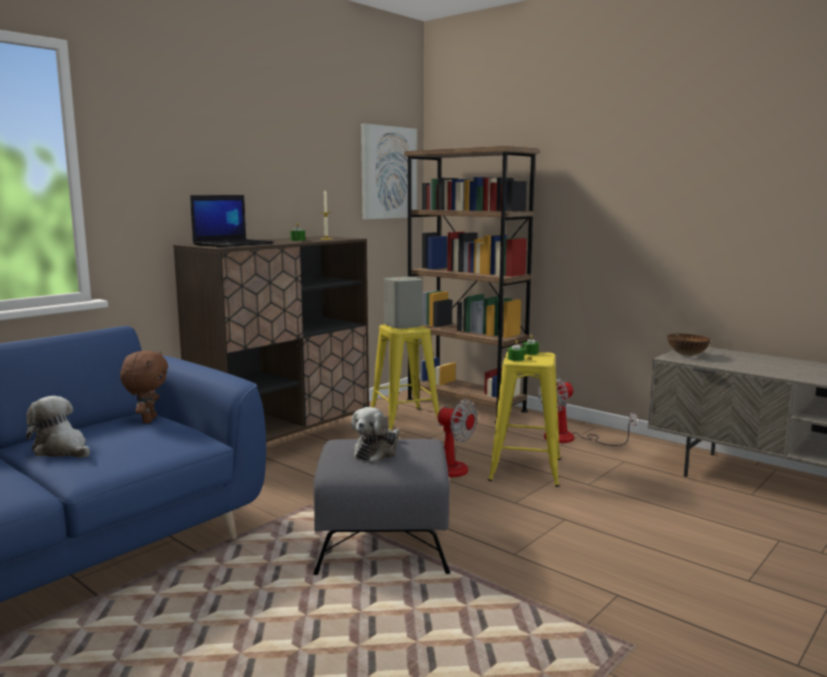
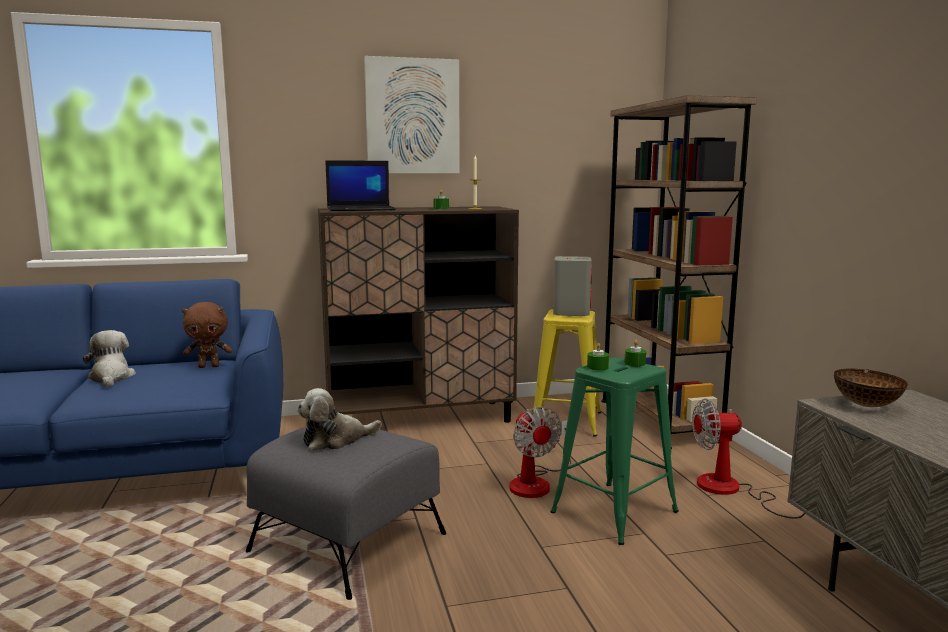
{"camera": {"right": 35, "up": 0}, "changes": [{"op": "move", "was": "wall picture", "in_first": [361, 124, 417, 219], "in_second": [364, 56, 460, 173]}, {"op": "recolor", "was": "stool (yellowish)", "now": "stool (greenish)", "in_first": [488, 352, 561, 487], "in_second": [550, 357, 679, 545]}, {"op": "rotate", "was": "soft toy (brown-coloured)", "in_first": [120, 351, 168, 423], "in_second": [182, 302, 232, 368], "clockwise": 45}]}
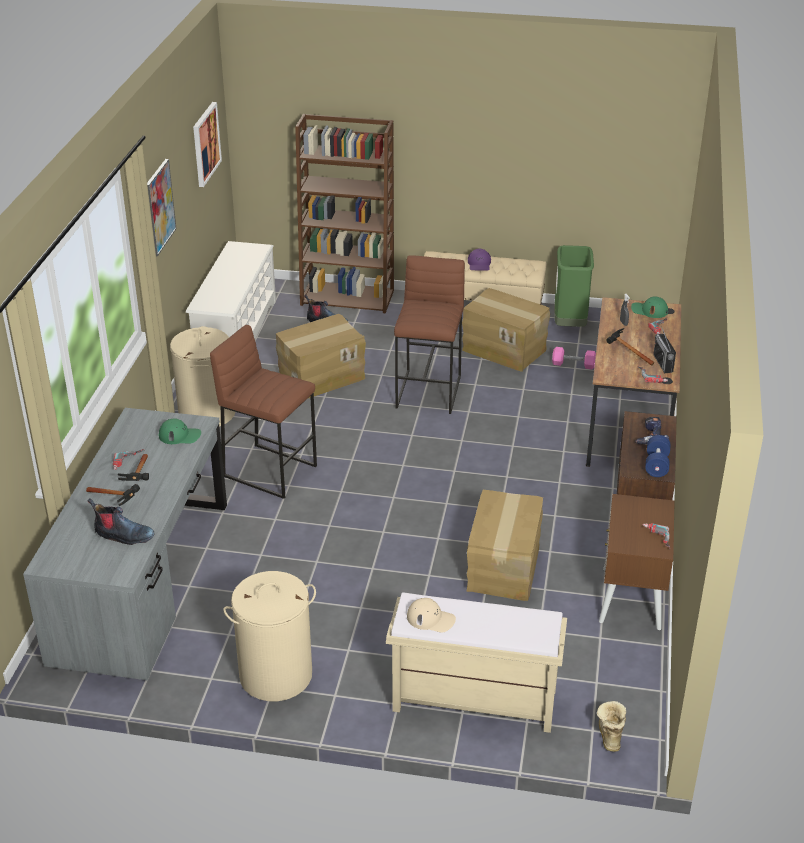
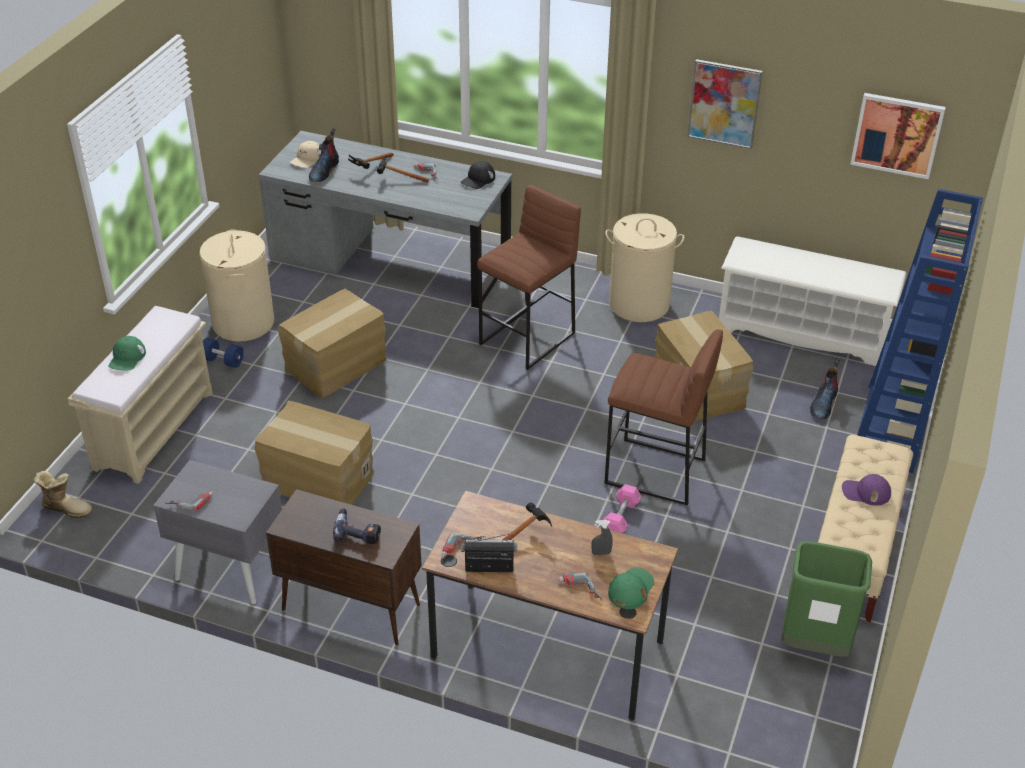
{"camera": {"right": 100, "up": 5}, "changes": [{"op": "insert", "now": "peaked cap (black)", "in_second": [461, 161, 495, 189]}, {"op": "move", "was": "peaked cap (greenish)", "in_first": [159, 418, 201, 444], "in_second": [108, 336, 146, 370]}, {"op": "move", "was": "peaked cap (beige)", "in_first": [407, 598, 456, 633], "in_second": [290, 141, 321, 168]}, {"op": "move", "was": "carton", "in_first": [462, 288, 550, 372], "in_second": [278, 289, 387, 398]}, {"op": "move", "was": "free weight (pink)", "in_first": [552, 347, 596, 370], "in_second": [604, 484, 642, 533]}, {"op": "move", "was": "free weight (blue-coloured)", "in_first": [645, 435, 671, 477], "in_second": [203, 338, 244, 368]}, {"op": "recolor", "was": "shelving unit (brown-coloured)", "now": "shelving unit (blue-coloured)", "in_first": [295, 114, 394, 313], "in_second": [857, 189, 983, 473]}, {"op": "recolor", "was": "nightstand (brown-coloured)", "now": "nightstand (grey)", "in_first": [599, 494, 675, 630], "in_second": [153, 460, 282, 604]}]}
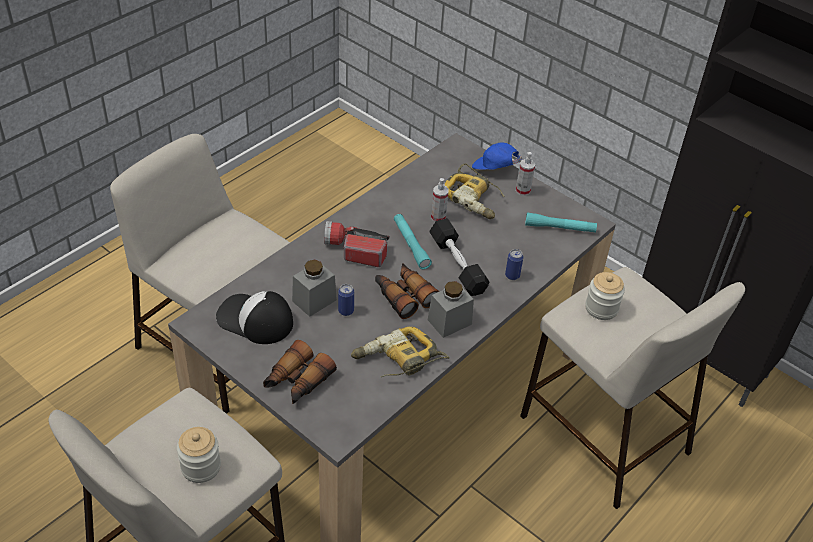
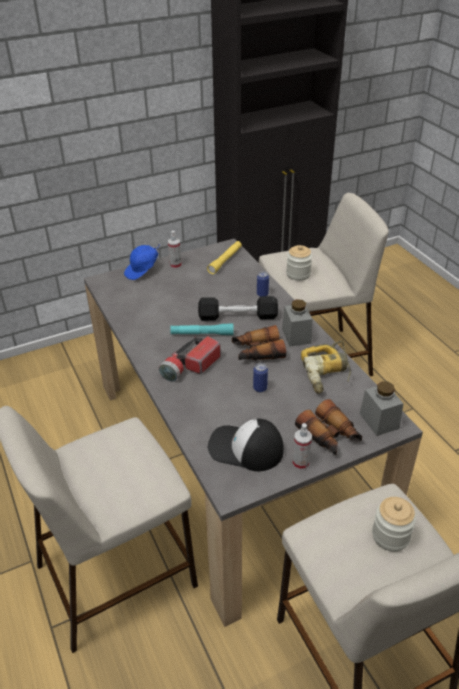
{"camera": {"right": -65, "up": -5}, "changes": [{"op": "delete", "was": "electric drill", "in_first": [445, 164, 504, 219]}, {"op": "move", "was": "jar (grey)", "in_first": [292, 260, 337, 317], "in_second": [360, 382, 404, 436]}, {"op": "move", "was": "sprayer", "in_first": [431, 178, 449, 222], "in_second": [292, 423, 312, 470]}, {"op": "recolor", "was": "torch (turquoise-coloured)", "now": "torch (yellowish)", "in_first": [525, 212, 597, 233], "in_second": [207, 241, 242, 274]}, {"op": "rotate", "was": "peaked cap", "in_first": [216, 291, 293, 344], "in_second": [208, 419, 284, 471], "clockwise": 60}]}
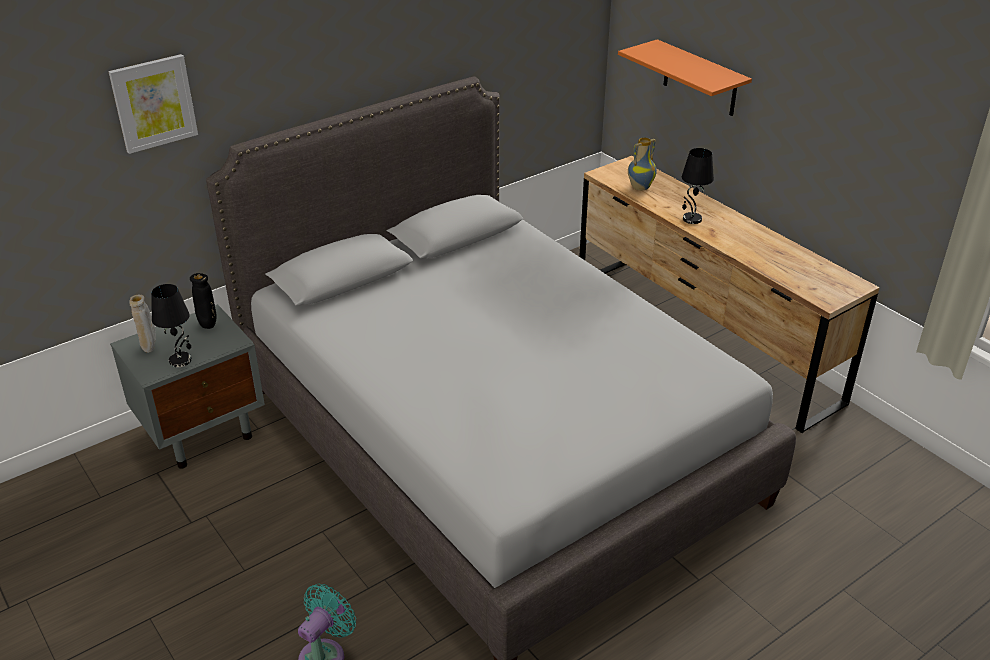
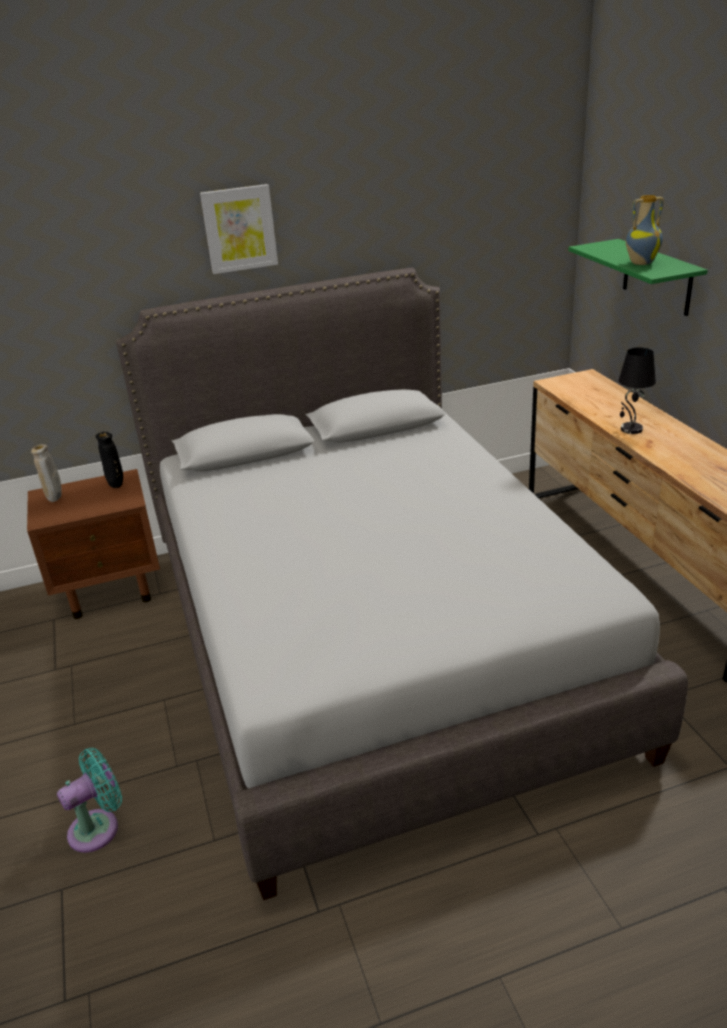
{"camera": {"right": 20, "up": -5}, "changes": [{"op": "delete", "was": "tabletop lamp (black)", "in_first": [151, 284, 191, 367]}, {"op": "move", "was": "wall picture", "in_first": [108, 54, 198, 154], "in_second": [200, 184, 278, 274]}, {"op": "move", "was": "decorative vase", "in_first": [628, 138, 657, 191], "in_second": [626, 195, 664, 265]}, {"op": "recolor", "was": "nightstand (grey)", "now": "nightstand (brown-coloured)", "in_first": [110, 304, 265, 469], "in_second": [27, 469, 160, 619]}, {"op": "recolor", "was": "shelf (orange-coloured)", "now": "shelf (greenish)", "in_first": [618, 39, 752, 116], "in_second": [568, 239, 708, 316]}]}
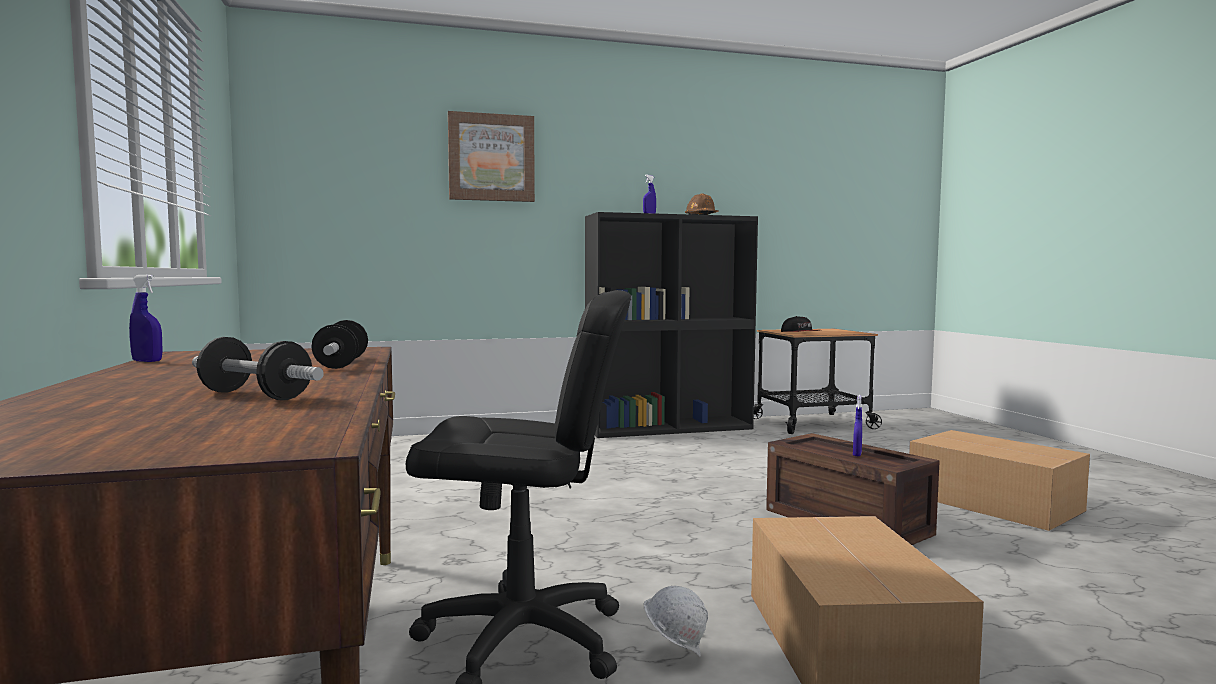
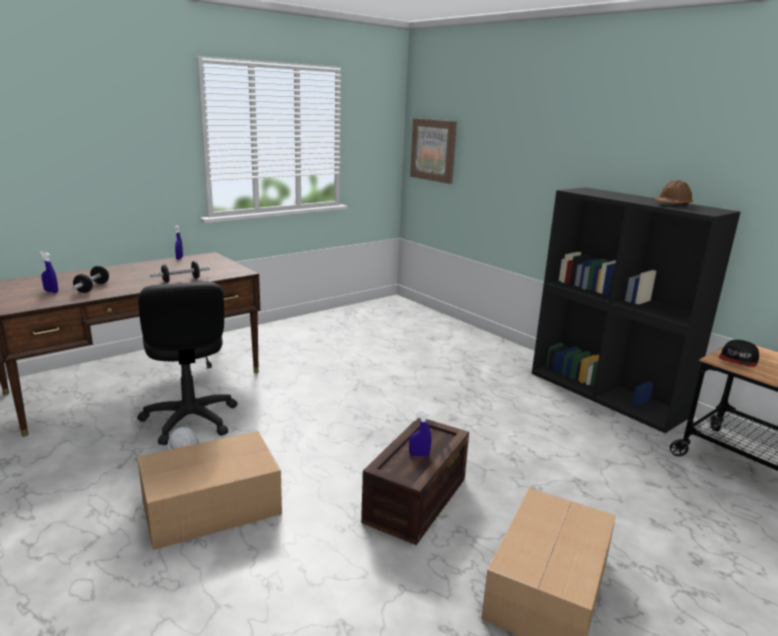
{"camera": {"right": 65, "up": 15}, "changes": [{"op": "move", "was": "wall picture", "in_first": [448, 111, 535, 202], "in_second": [410, 118, 457, 184]}, {"op": "move", "was": "sprayer (blue-coloured)", "in_first": [643, 175, 656, 214], "in_second": [39, 252, 58, 293]}]}
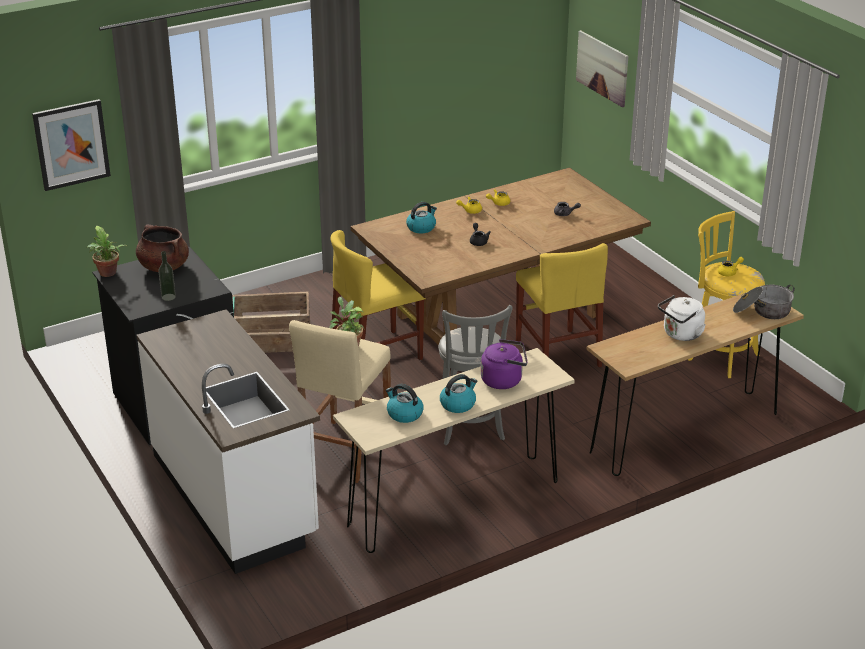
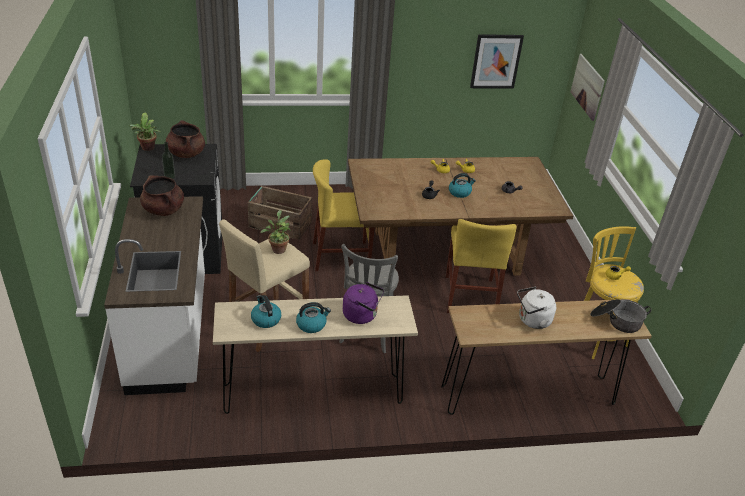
{"camera": {"right": 20, "up": 5}, "changes": [{"op": "insert", "now": "stockpot (brown-coloured)", "in_second": [140, 175, 184, 216]}, {"op": "move", "was": "wall picture", "in_first": [32, 99, 111, 191], "in_second": [470, 34, 524, 88]}, {"op": "move", "was": "water kettle", "in_first": [406, 202, 437, 233], "in_second": [449, 173, 476, 198]}]}
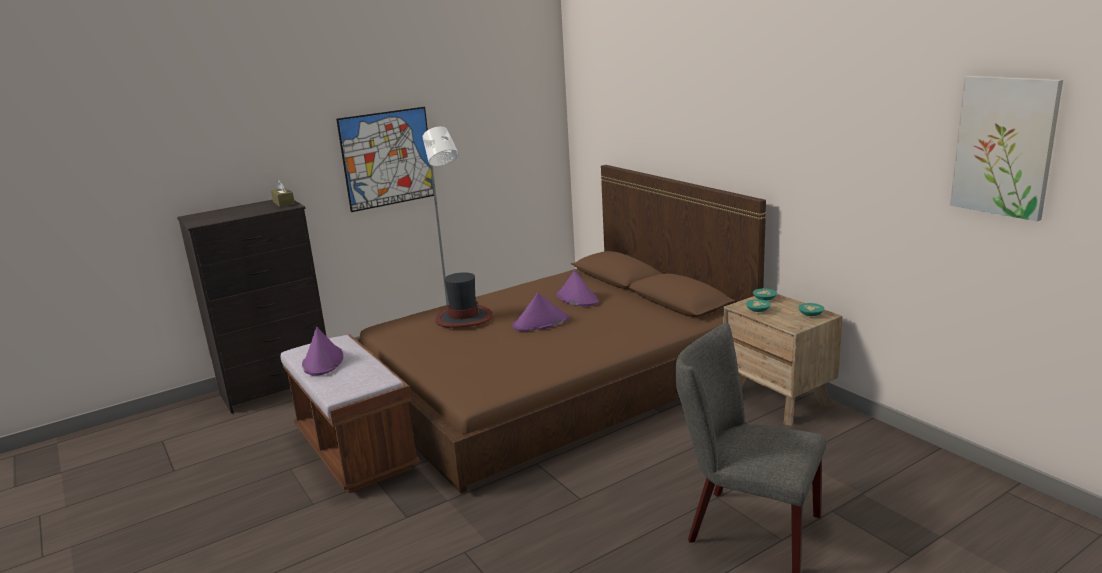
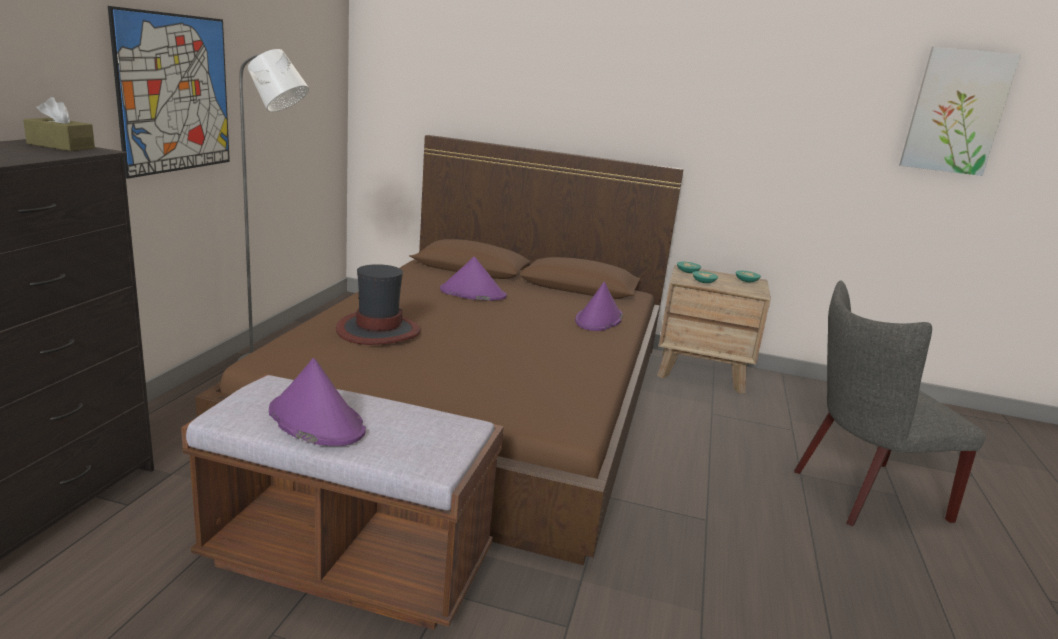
{"camera": {"right": -45, "up": 0}, "changes": [{"op": "move", "was": "hat (purplish)", "in_first": [512, 293, 569, 331], "in_second": [575, 282, 623, 331]}]}
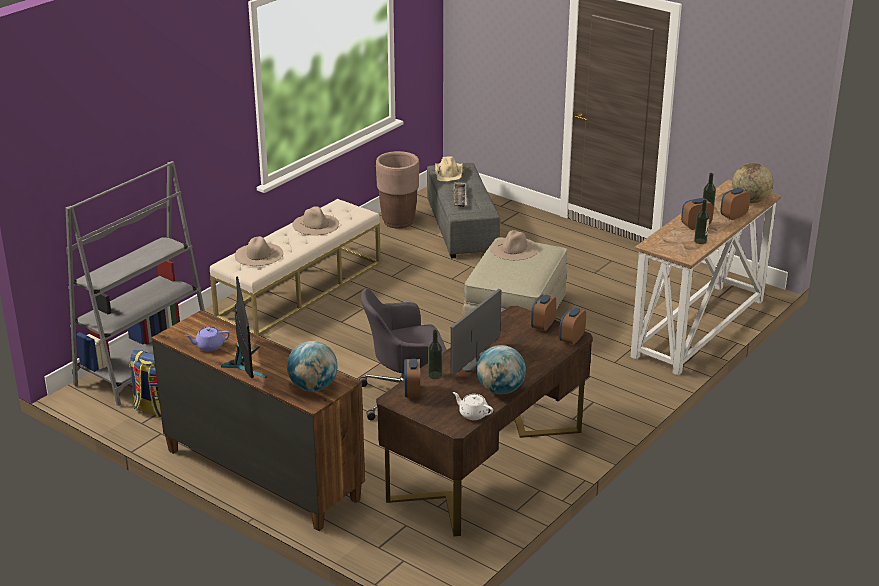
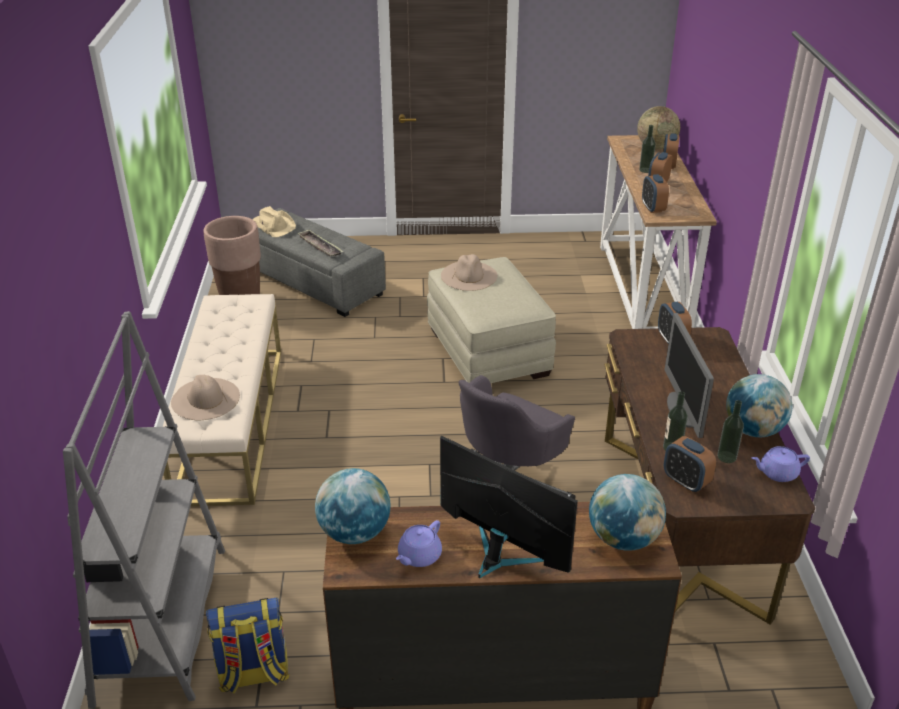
{"camera": {"right": -40, "up": 5}, "changes": [{"op": "delete", "was": "hat (beige)", "in_first": [292, 206, 339, 235]}, {"op": "insert", "now": "world globe", "in_second": [315, 468, 390, 544]}, {"op": "move", "was": "table clock", "in_first": [559, 307, 586, 345], "in_second": [642, 174, 669, 213]}, {"op": "move", "was": "beverage bottle", "in_first": [694, 199, 709, 244], "in_second": [717, 400, 744, 463]}, {"op": "recolor", "was": "tea pot (white-coloured)", "now": "tea pot (purplish)", "in_first": [453, 392, 493, 420], "in_second": [752, 446, 810, 482]}]}
